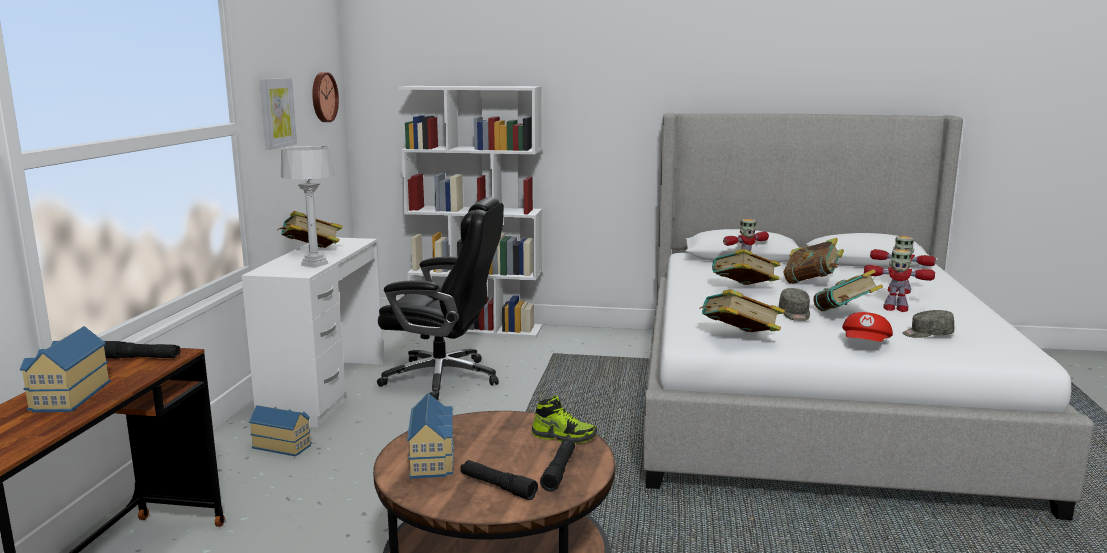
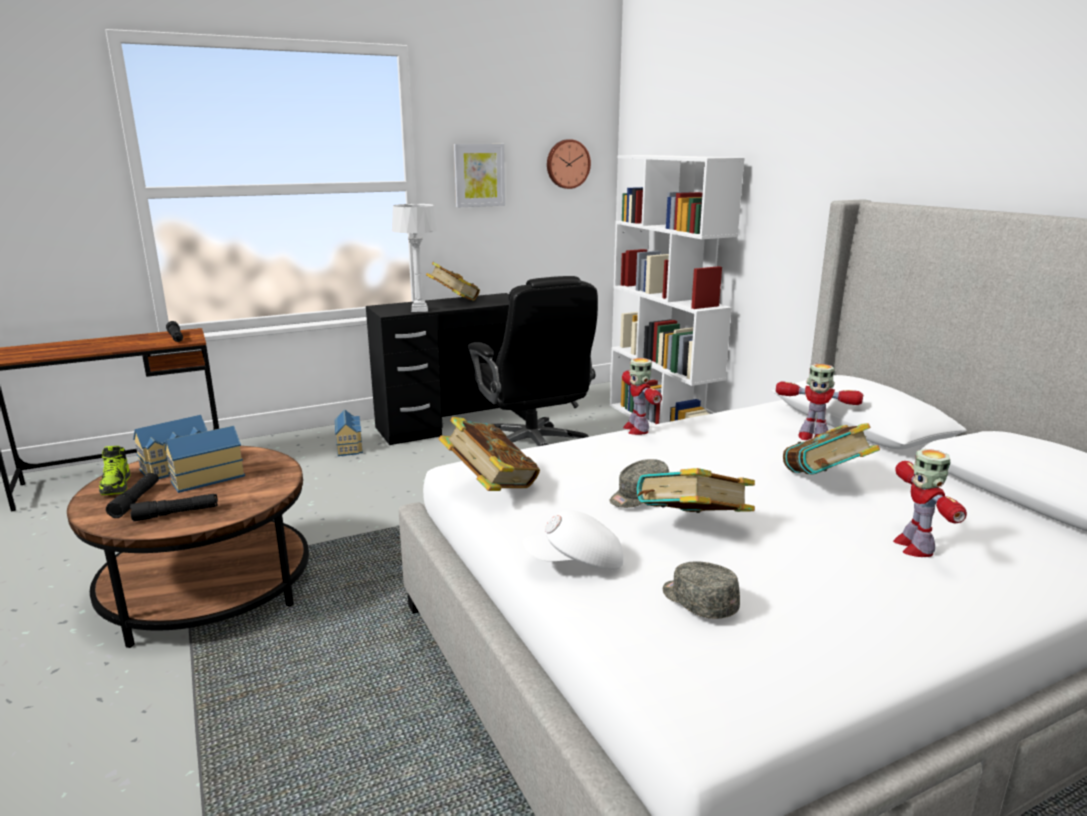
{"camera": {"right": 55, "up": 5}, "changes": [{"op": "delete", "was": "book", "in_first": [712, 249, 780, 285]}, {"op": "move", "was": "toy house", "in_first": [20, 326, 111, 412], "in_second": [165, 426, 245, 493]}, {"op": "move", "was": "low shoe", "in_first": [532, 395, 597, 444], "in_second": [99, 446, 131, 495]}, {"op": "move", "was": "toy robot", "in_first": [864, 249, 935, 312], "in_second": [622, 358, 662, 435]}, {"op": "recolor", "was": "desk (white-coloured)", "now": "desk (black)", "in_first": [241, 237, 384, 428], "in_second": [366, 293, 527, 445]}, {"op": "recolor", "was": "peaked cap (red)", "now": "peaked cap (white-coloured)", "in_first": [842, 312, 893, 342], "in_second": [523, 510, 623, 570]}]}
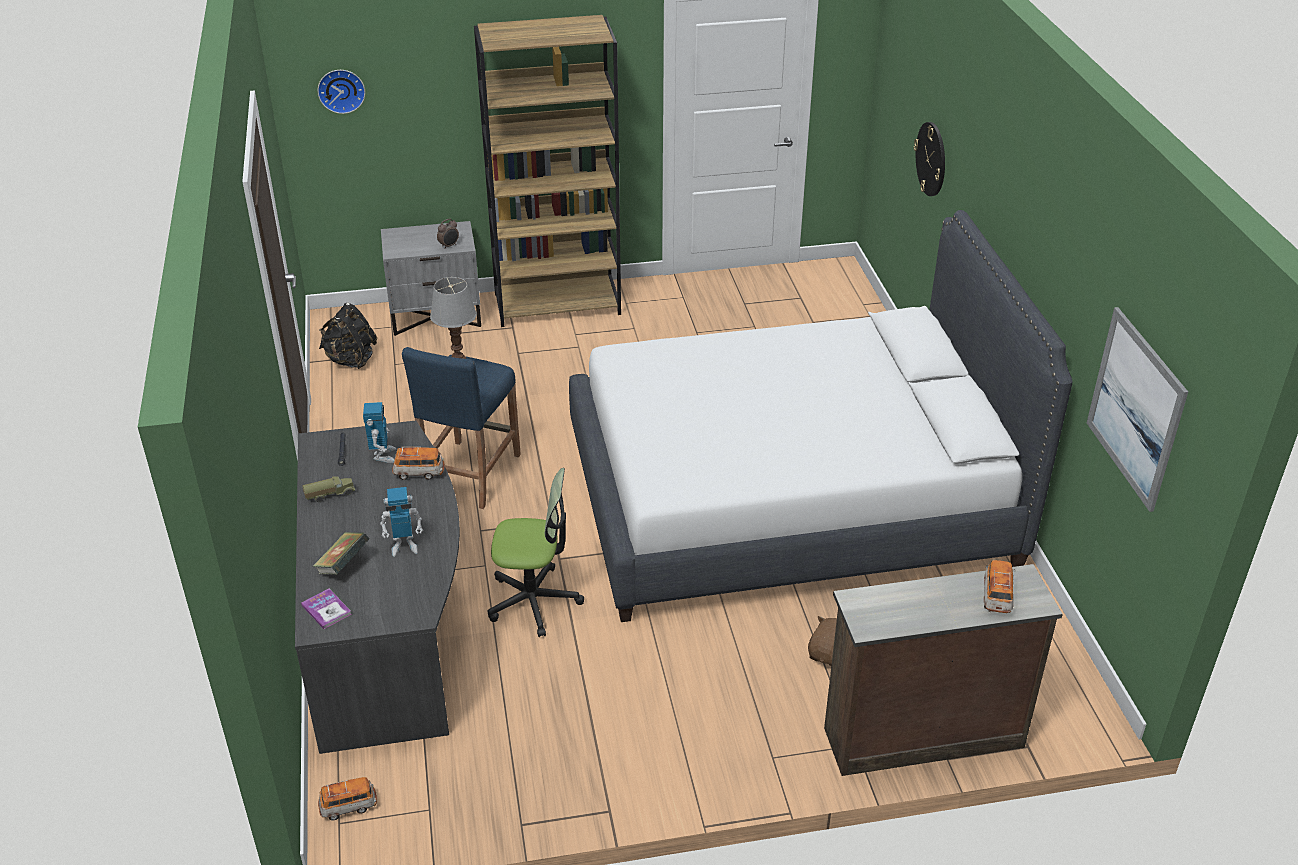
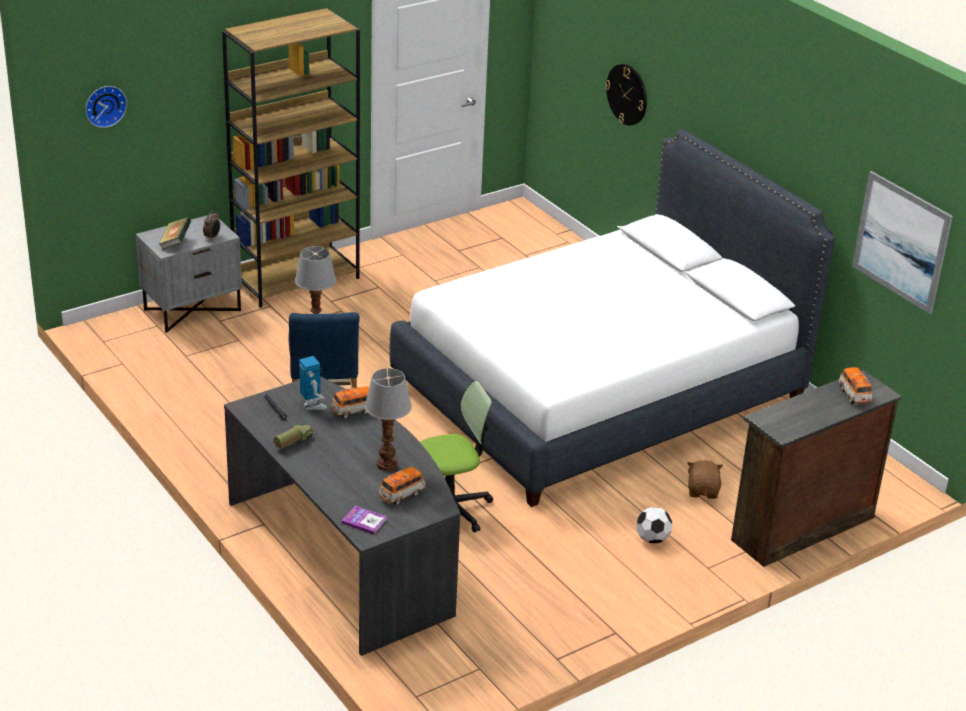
{"camera": {"right": -25, "up": -5}, "changes": [{"op": "delete", "was": "backpack (black)", "in_first": [319, 303, 377, 369]}, {"op": "insert", "now": "ball for football", "in_second": [636, 507, 672, 544]}, {"op": "move", "was": "book", "in_first": [313, 532, 369, 575], "in_second": [159, 217, 191, 249]}, {"op": "move", "was": "miniature car", "in_first": [318, 777, 377, 821], "in_second": [379, 467, 426, 506]}, {"op": "replace", "was": "toy robot", "now": "tabletop lamp", "in_first": [380, 487, 423, 557], "in_second": [365, 368, 412, 472]}]}
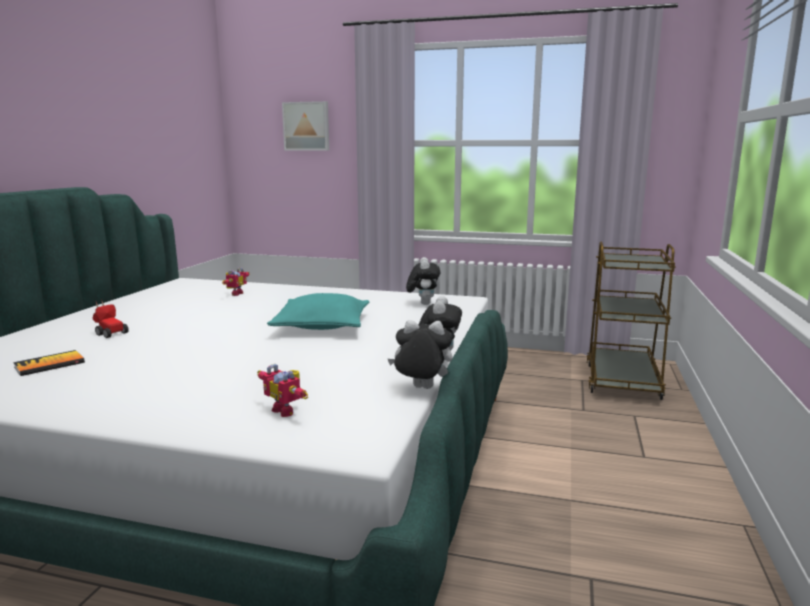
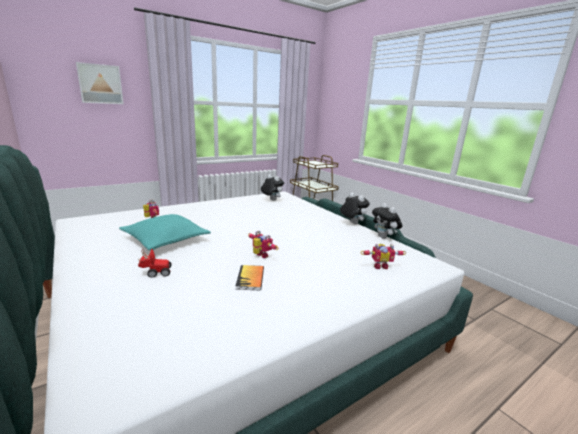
{"camera": {"right": -50, "up": 5}, "changes": [{"op": "insert", "now": "toy robot", "in_second": [248, 231, 279, 258]}, {"op": "move", "was": "book", "in_first": [13, 350, 85, 376], "in_second": [235, 265, 264, 290]}, {"op": "move", "was": "throw pillow (turquoise-coloured)", "in_first": [267, 293, 369, 330], "in_second": [119, 214, 211, 250]}, {"op": "rotate", "was": "soft toy", "in_first": [388, 320, 453, 389], "in_second": [372, 203, 402, 239], "clockwise": -75}]}
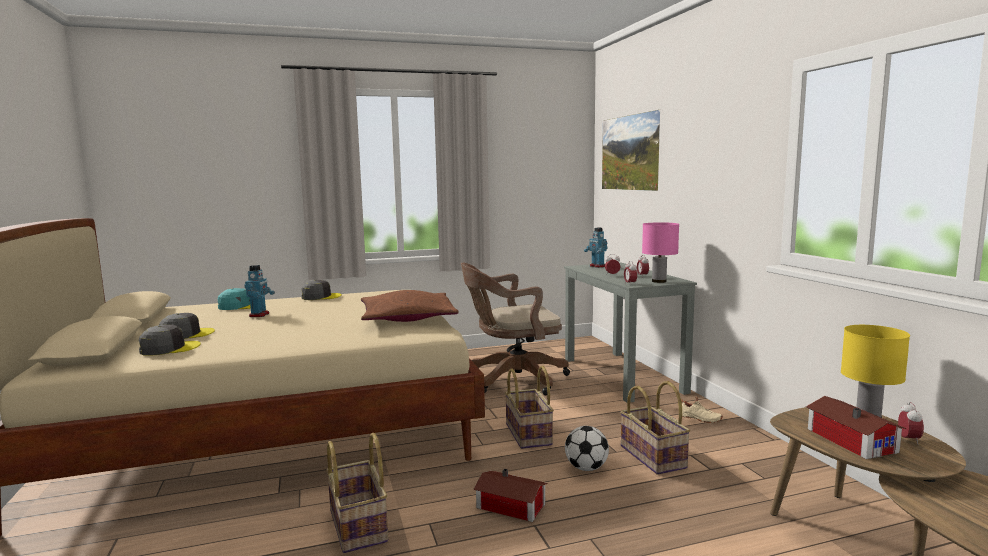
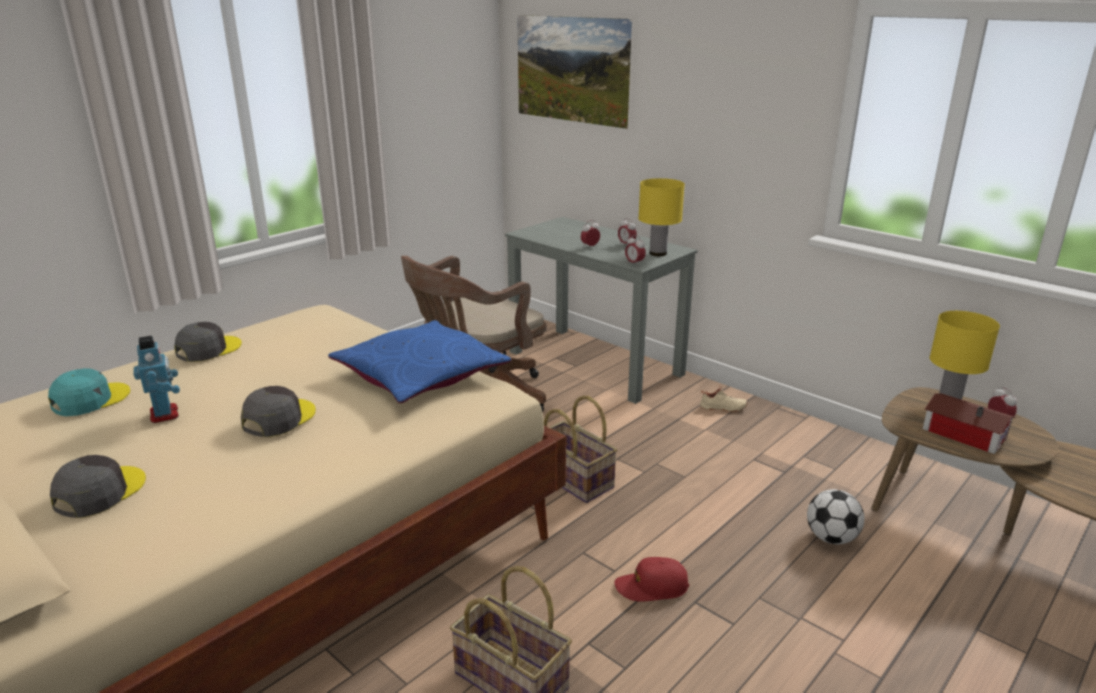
{"camera": {"right": -30, "up": 15}, "changes": [{"op": "delete", "was": "toy robot", "in_first": [584, 227, 607, 268]}, {"op": "delete", "was": "household basket", "in_first": [620, 381, 690, 475]}, {"op": "move", "was": "peaked cap (grey)", "in_first": [138, 325, 201, 356], "in_second": [241, 386, 316, 437]}, {"op": "move", "was": "ball for football", "in_first": [565, 426, 609, 471], "in_second": [807, 489, 864, 544]}, {"op": "replace", "was": "toy house", "now": "peaked cap (red)", "in_first": [473, 469, 548, 522], "in_second": [615, 557, 689, 602]}, {"op": "recolor", "was": "throw pillow (brown-coloured)", "now": "throw pillow (blue-coloured)", "in_first": [361, 290, 459, 322], "in_second": [328, 320, 511, 403]}, {"op": "recolor", "was": "tabletop lamp (pink)", "now": "tabletop lamp (yellowish)", "in_first": [642, 222, 679, 283], "in_second": [638, 178, 685, 256]}]}
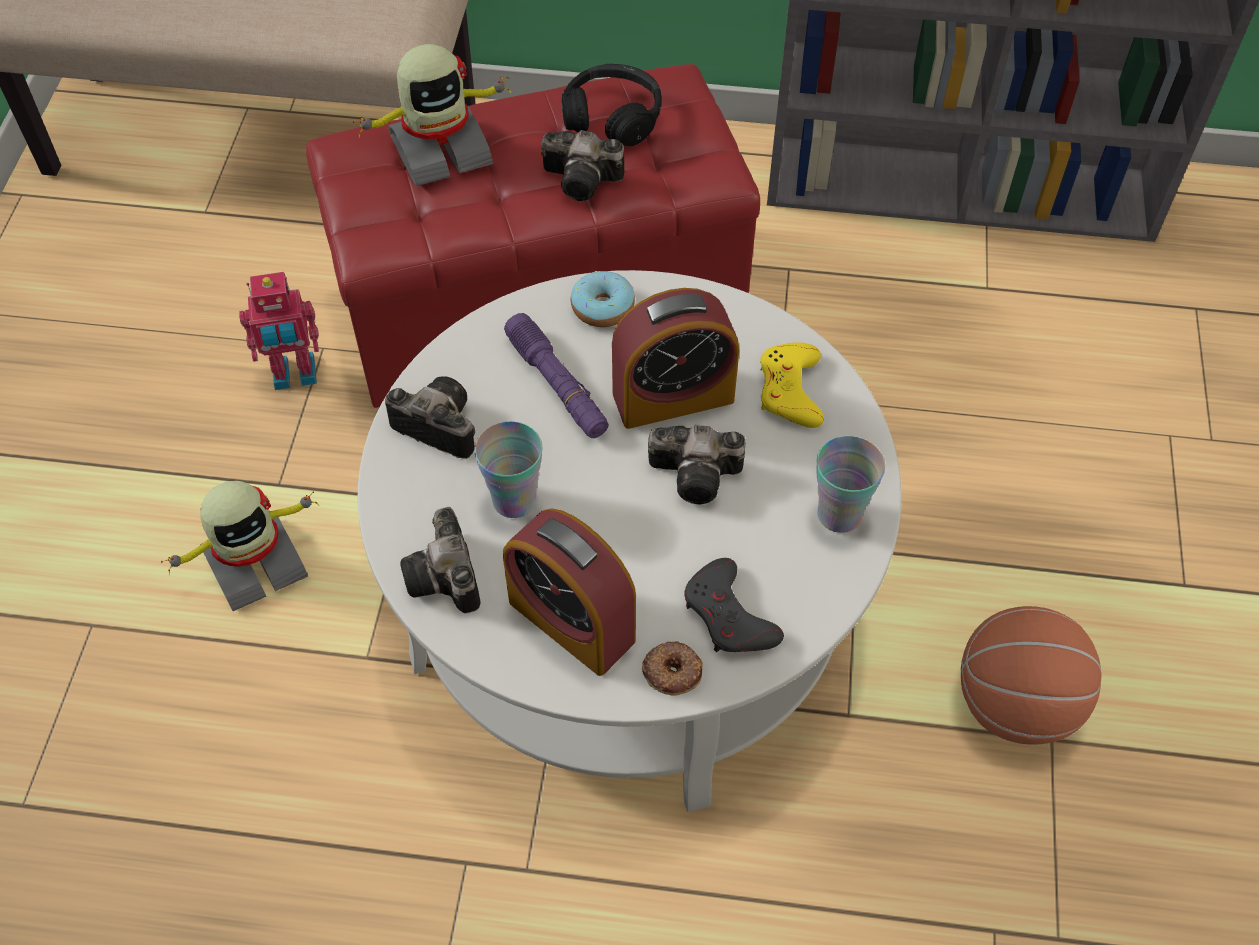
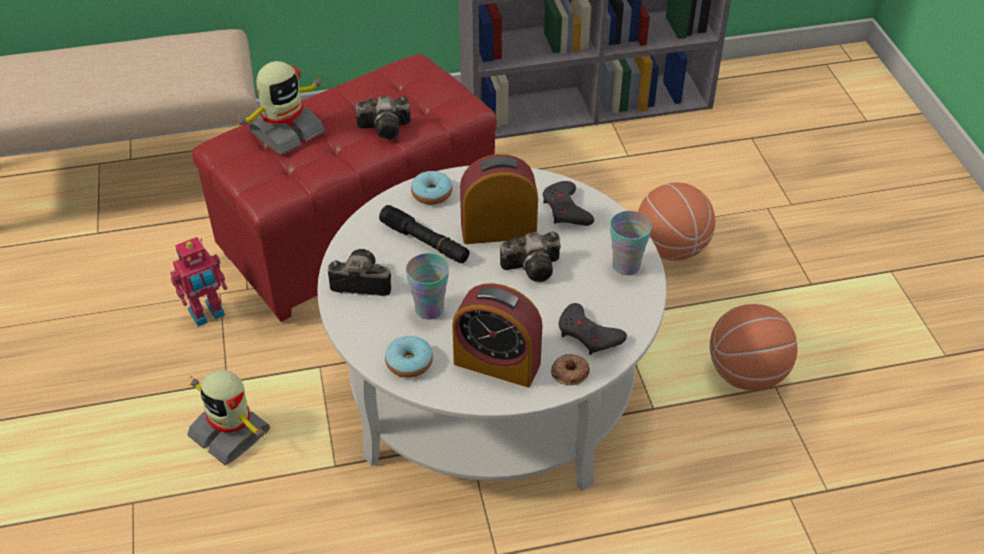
{"camera": {"right": -20, "up": -10}, "changes": [{"op": "delete", "was": "headphones (black)", "in_first": [561, 64, 662, 146]}, {"op": "insert", "now": "ball for basketball", "in_second": [638, 182, 716, 261]}, {"op": "replace", "was": "still camera", "now": "donut", "in_first": [400, 507, 481, 613], "in_second": [385, 336, 433, 378]}, {"op": "recolor", "was": "torch (purplish)", "now": "torch (black)", "in_first": [504, 313, 609, 438], "in_second": [379, 205, 470, 263]}, {"op": "recolor", "was": "joypad (yellowish)", "now": "joypad (grey)", "in_first": [760, 342, 824, 428], "in_second": [543, 181, 594, 226]}, {"op": "rotate", "was": "toy robot", "in_first": [161, 481, 318, 611], "in_second": [187, 370, 270, 465], "clockwise": 90}, {"op": "rotate", "was": "table clock", "in_first": [612, 288, 739, 429], "in_second": [460, 154, 538, 244], "clockwise": -150}]}
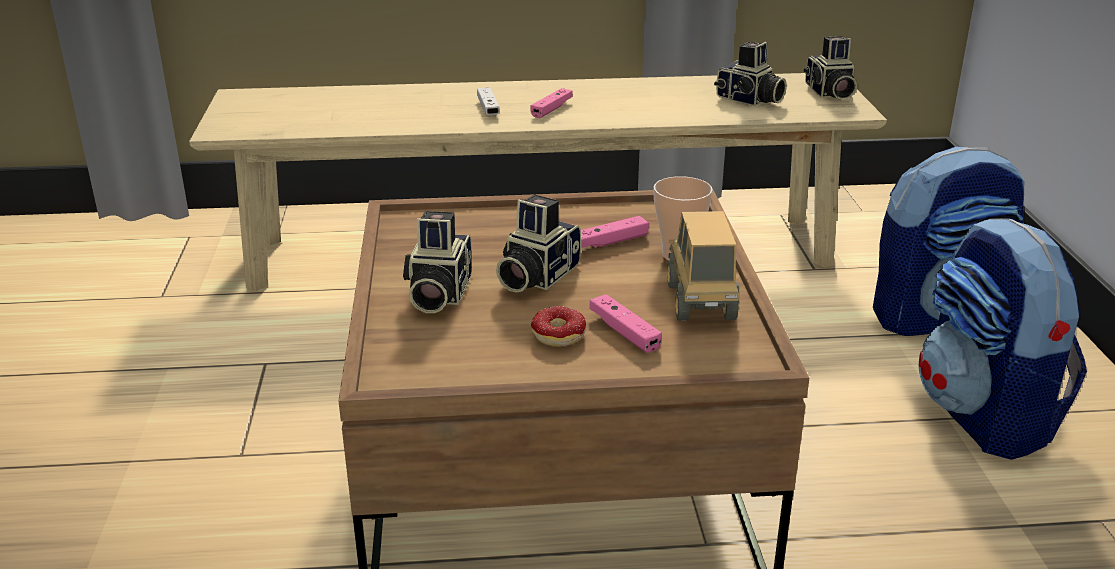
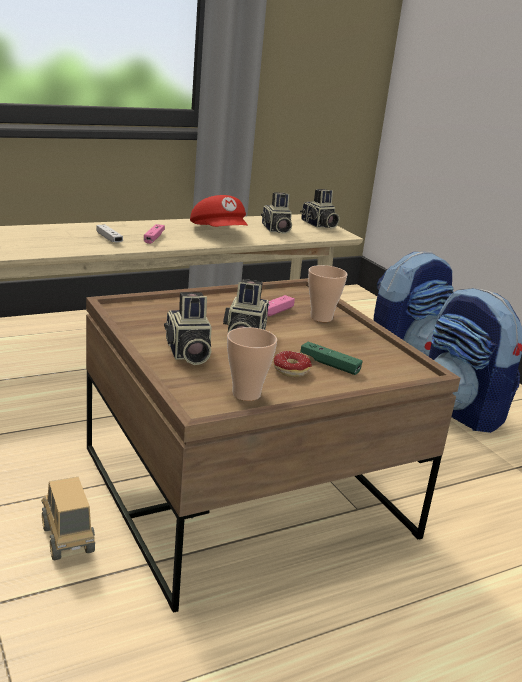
{"camera": {"right": -25, "up": -5}, "changes": [{"op": "insert", "now": "peaked cap (red)", "in_second": [190, 195, 248, 227]}, {"op": "insert", "now": "small cup", "in_second": [227, 327, 277, 401]}, {"op": "move", "was": "toy truck", "in_first": [667, 211, 739, 321], "in_second": [41, 477, 95, 560]}, {"op": "recolor", "was": "joypad (pink)", "now": "joypad (greenish)", "in_first": [589, 294, 662, 353], "in_second": [300, 342, 363, 375]}, {"op": "rotate", "was": "still camera", "in_first": [714, 42, 787, 106], "in_second": [261, 192, 292, 234], "clockwise": 60}]}
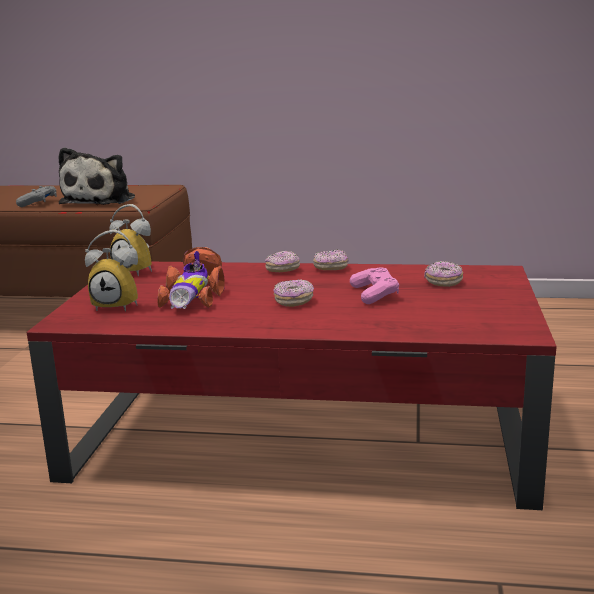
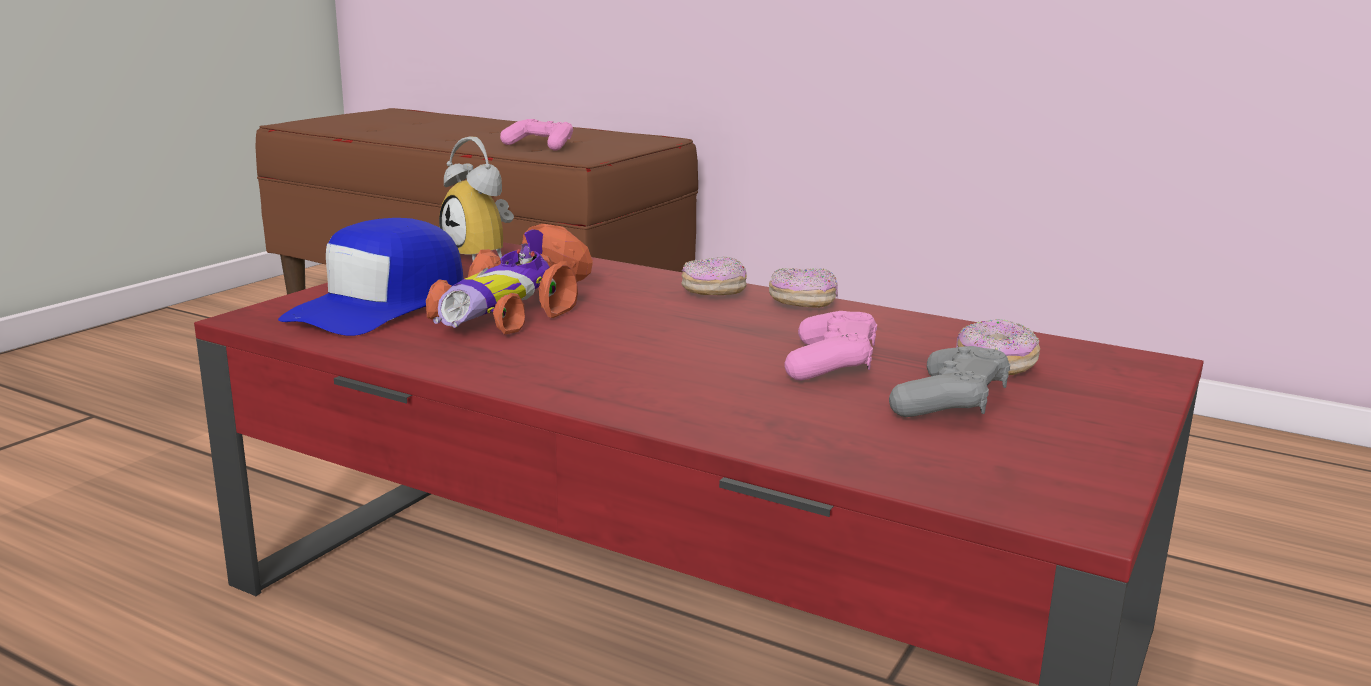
{"camera": {"right": 20, "up": 0}, "changes": [{"op": "delete", "was": "donut", "in_first": [274, 279, 314, 307]}, {"op": "move", "was": "joypad (grey)", "in_first": [16, 186, 57, 207], "in_second": [889, 346, 1010, 417]}, {"op": "replace", "was": "soft toy", "now": "joypad (pink)", "in_first": [58, 147, 135, 205], "in_second": [500, 119, 573, 151]}, {"op": "replace", "was": "table clock", "now": "peaked cap (blue-coloured)", "in_first": [85, 230, 138, 312], "in_second": [278, 218, 464, 336]}]}
